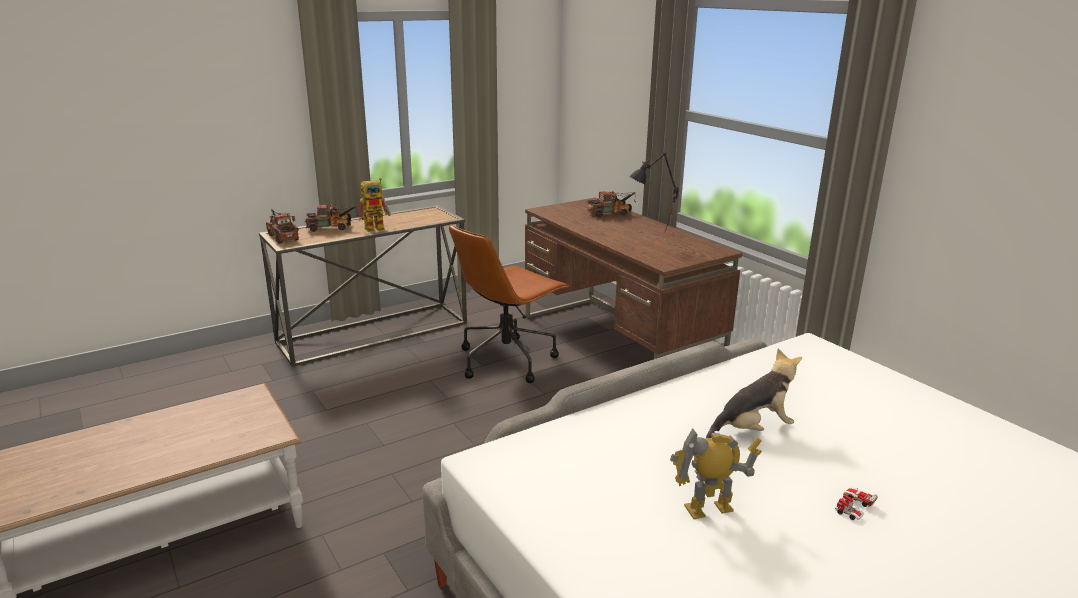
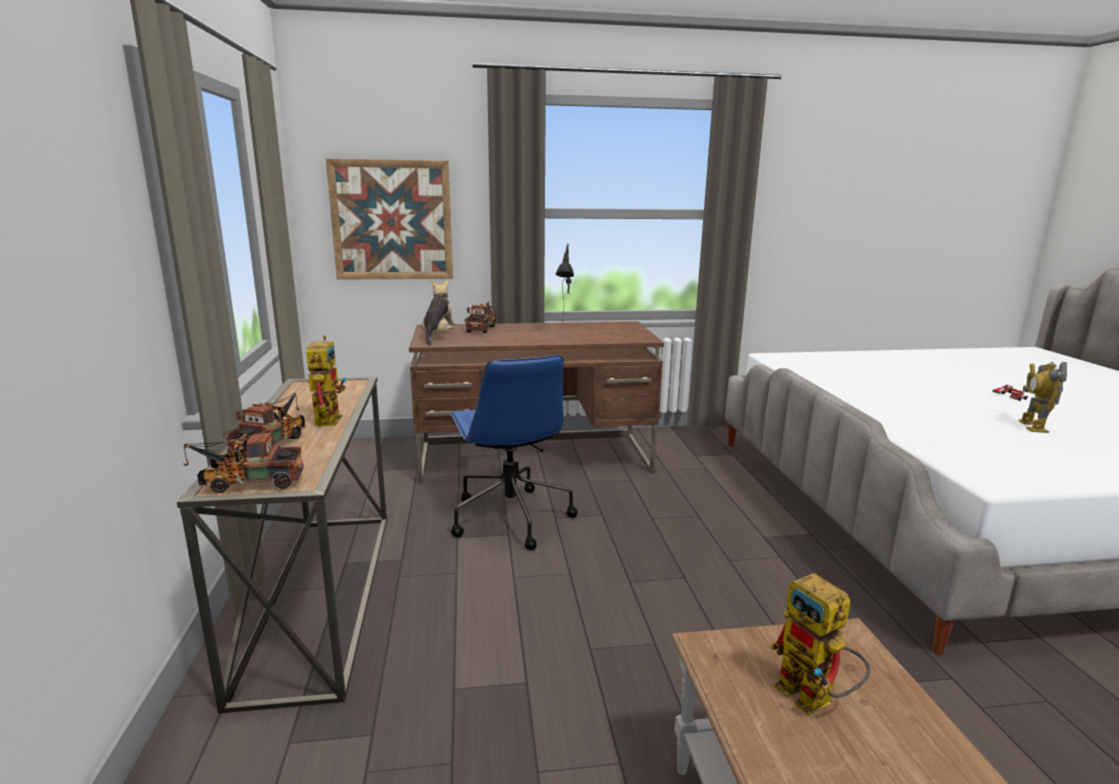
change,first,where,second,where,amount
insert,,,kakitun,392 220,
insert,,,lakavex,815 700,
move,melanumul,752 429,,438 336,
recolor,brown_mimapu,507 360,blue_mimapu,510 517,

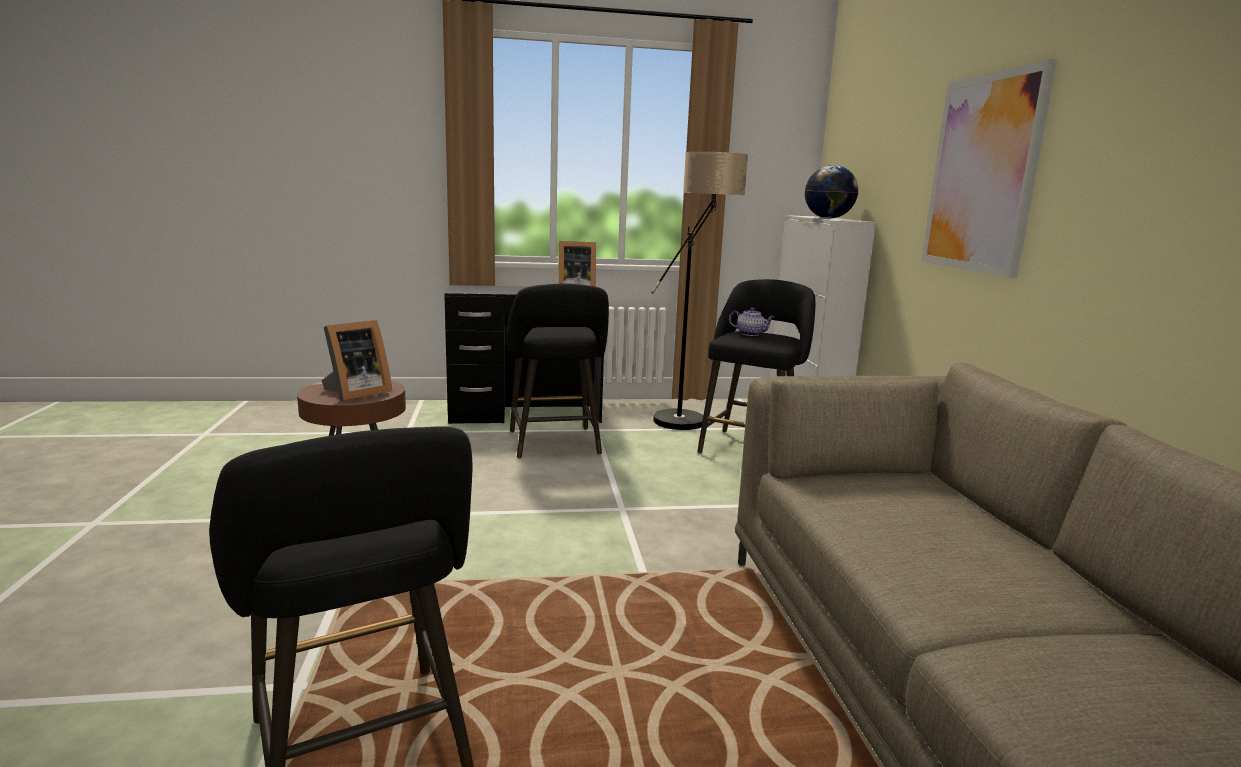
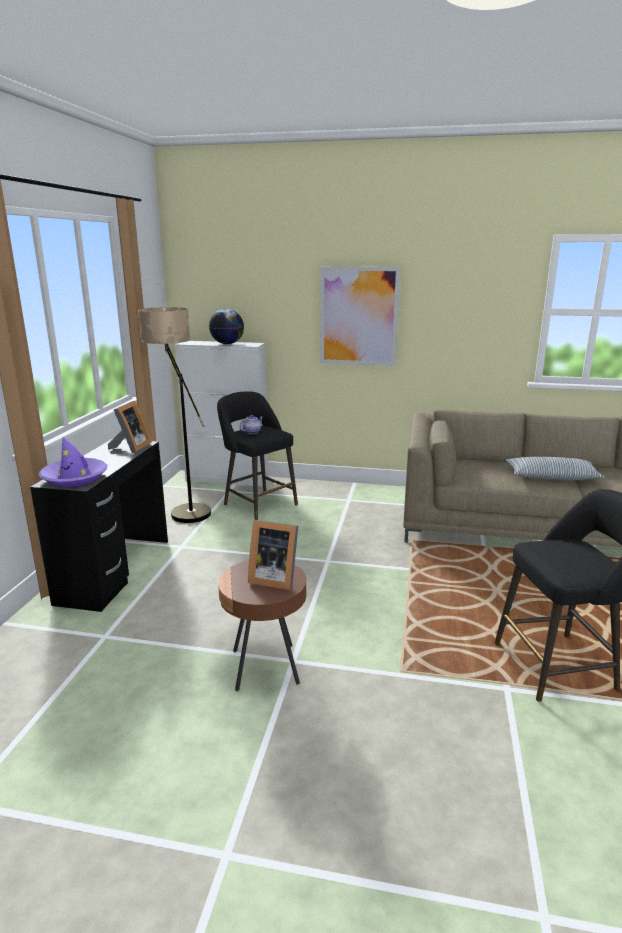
change,first,where,second,where,amount
delete,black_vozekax,555 445,,,
insert,,,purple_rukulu,75 478,
insert,,,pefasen,551 477,
rotate,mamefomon,355 393,,273 578,135 degrees clockwise

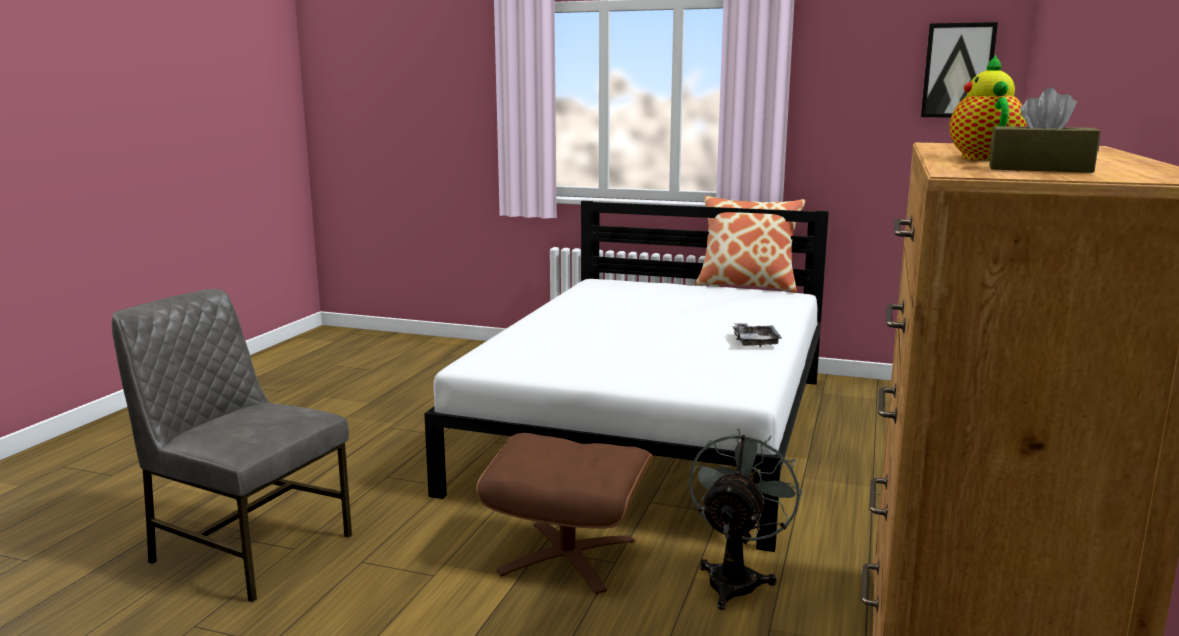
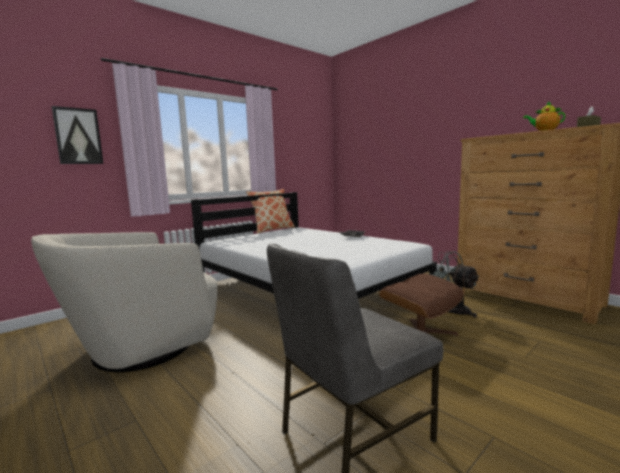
change,first,where,second,where,amount
insert,,,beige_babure,141 348,
move,kakitun,958 70,,78 136,

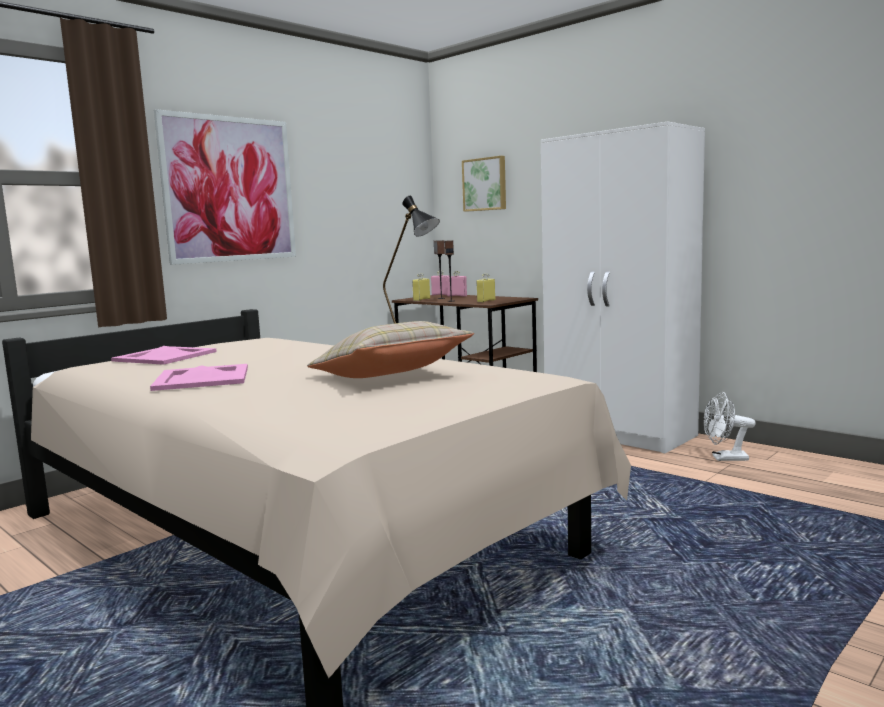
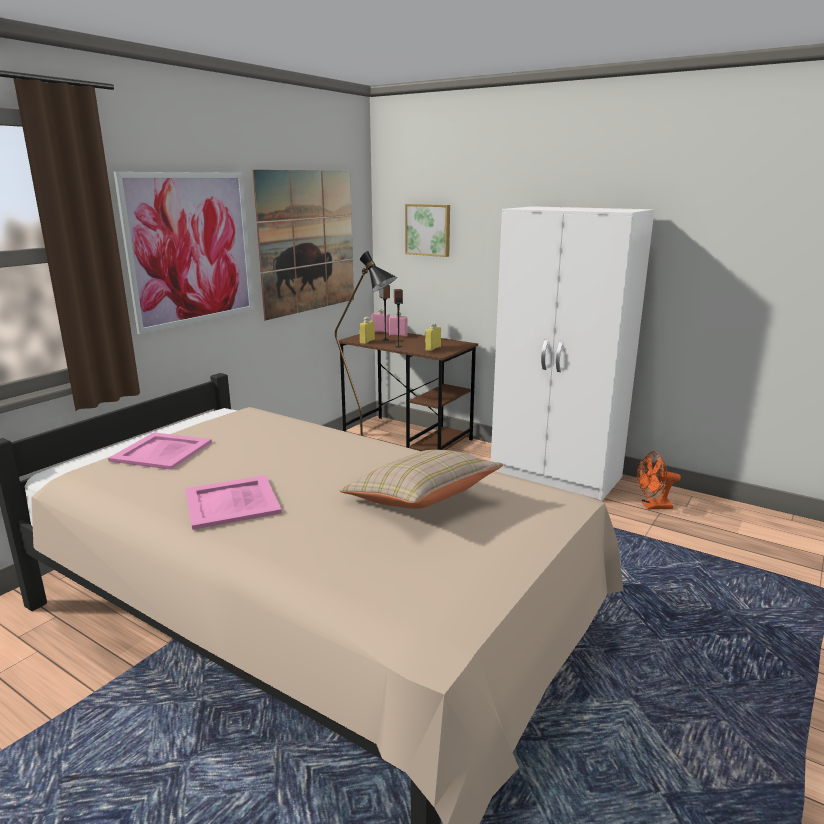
change,first,where,second,where,amount
insert,,,kakitun,307 242,
recolor,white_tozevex,724 458,orange_tozevex,652 506,

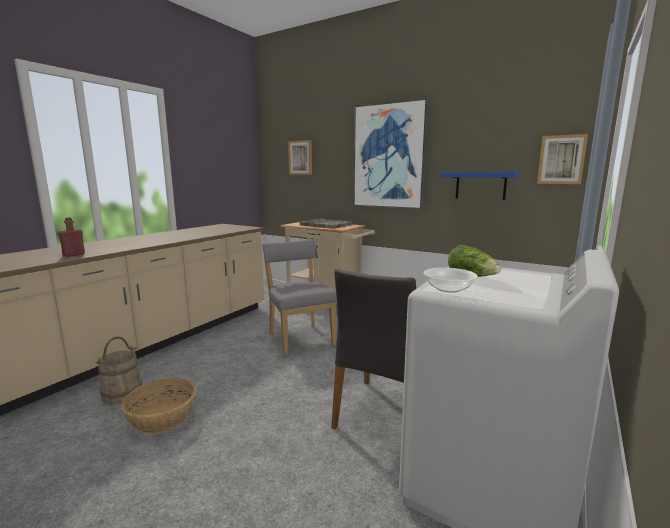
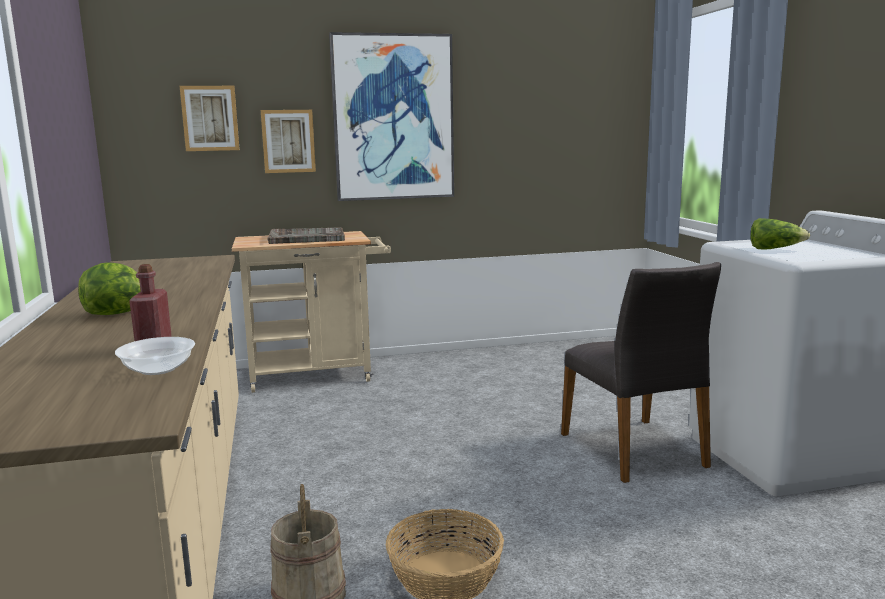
change,first,where,second,where,amount
delete,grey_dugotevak,300 338,,,
delete,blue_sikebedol,480 185,,,
insert,,,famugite,117 313,
move,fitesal,448 289,,158 369,
move,kakitun,561 159,,288 141,

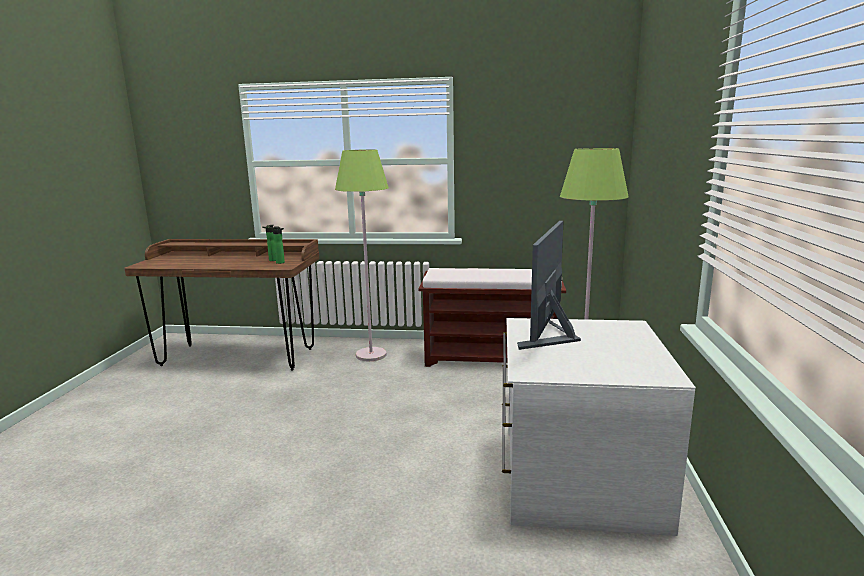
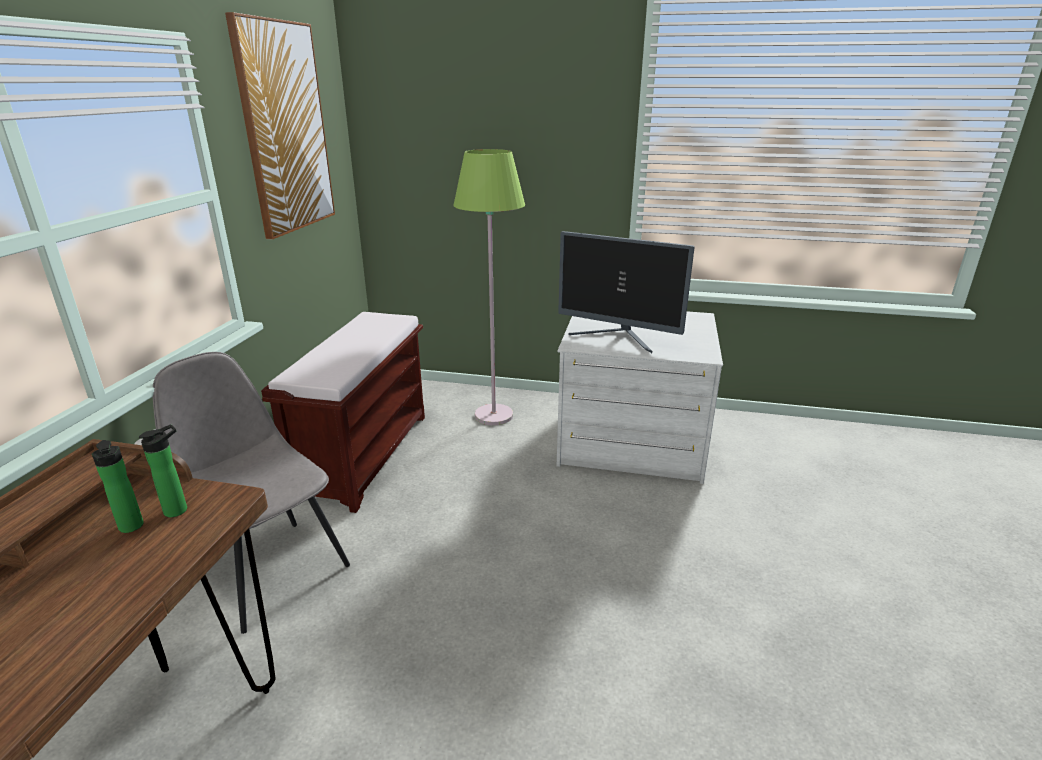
change,first,where,second,where,amount
insert,,,kakitun,285 129,
replace,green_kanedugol,371 355,grey_dugotevak,270 571,

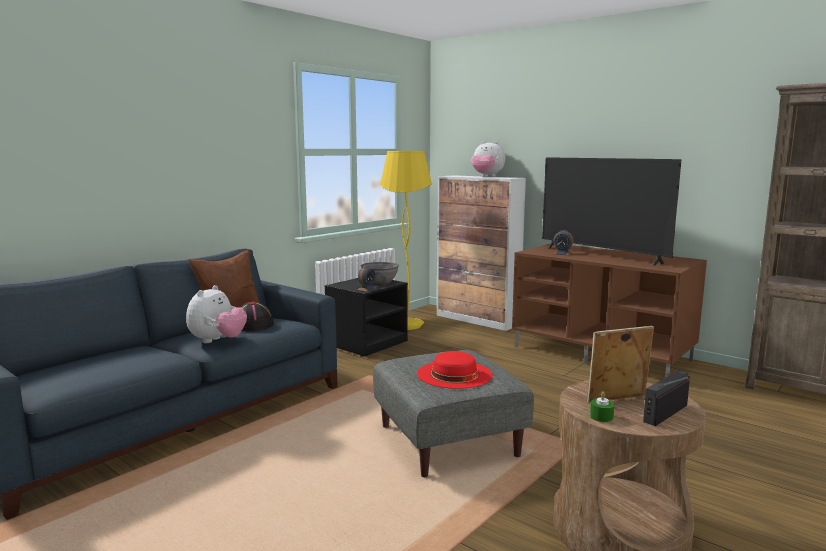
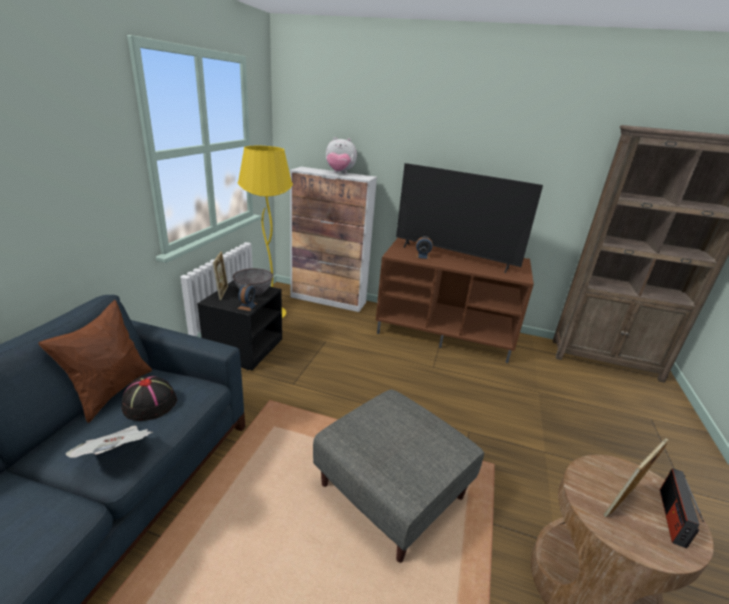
change,first,where,second,where,amount
delete,red_rukulu,454 374,,,
delete,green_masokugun,601 417,,,
insert,,,mamefomon,222 293,
replace,melanumul,217 341,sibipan,117 454,

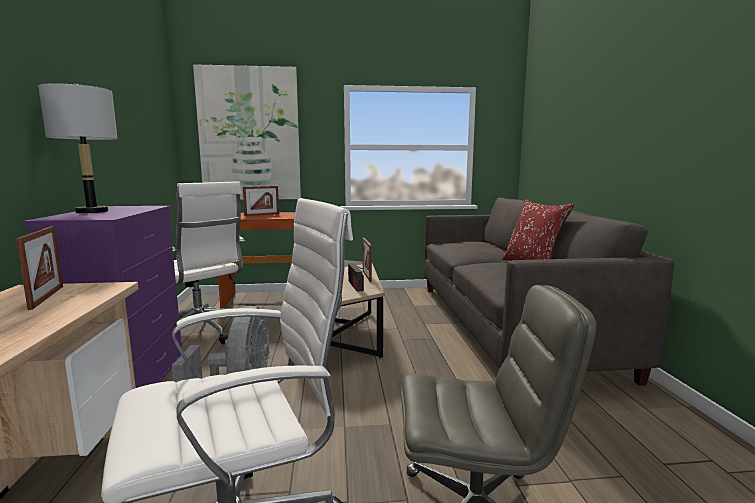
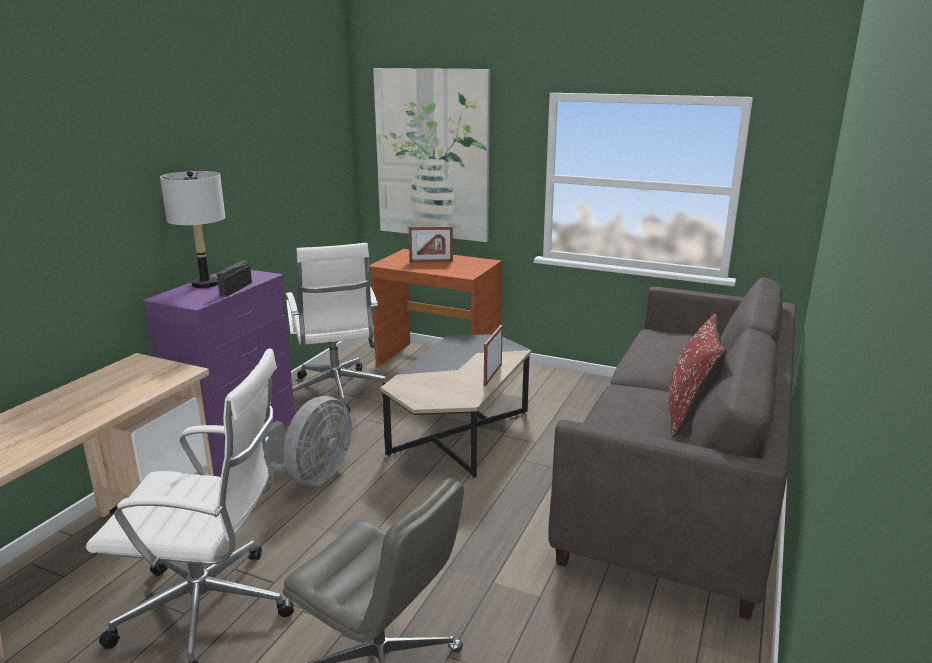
change,first,where,second,where,amount
delete,mamefomon,47 297,,,
move,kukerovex,355 286,,236 289,

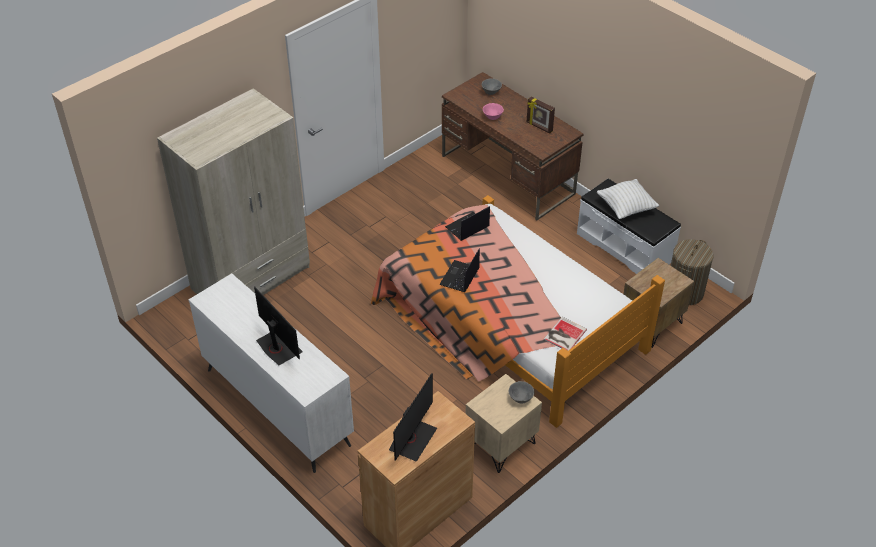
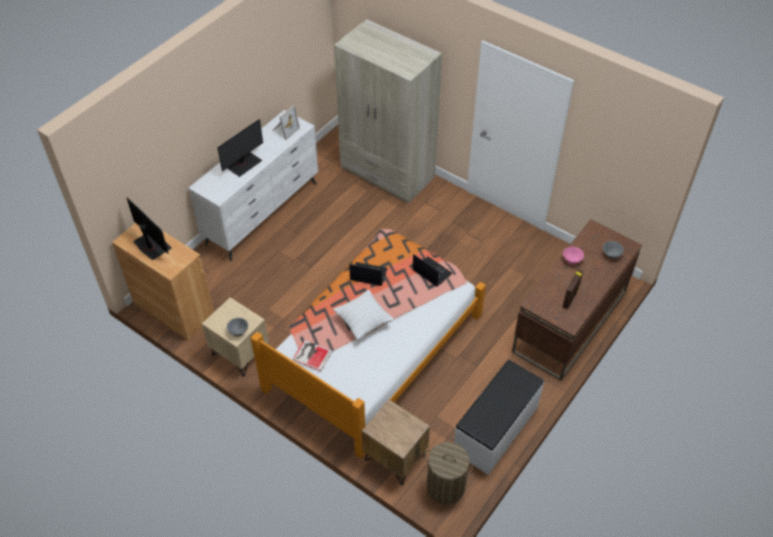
change,first,where,second,where,amount
insert,,,mamefomon,284 129,
move,white_pefasen,626 208,,363 321,
rotate,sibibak,412 439,,152 245,150 degrees counterclockwise

